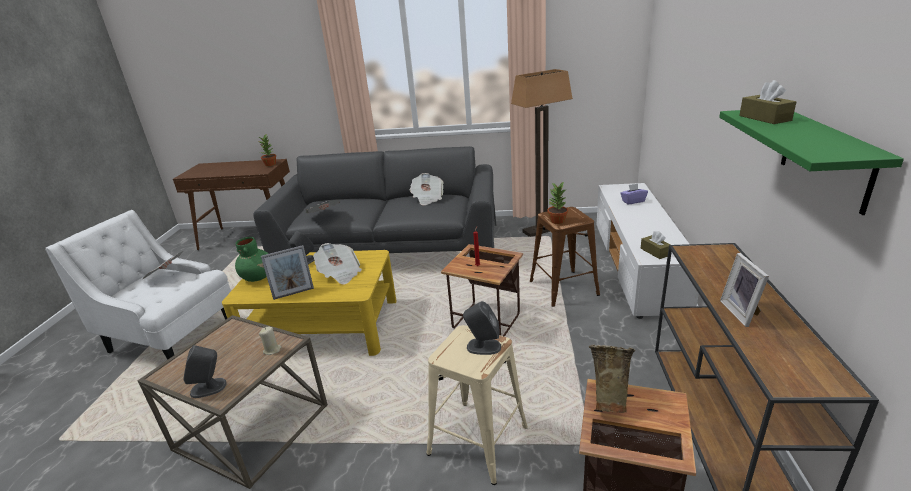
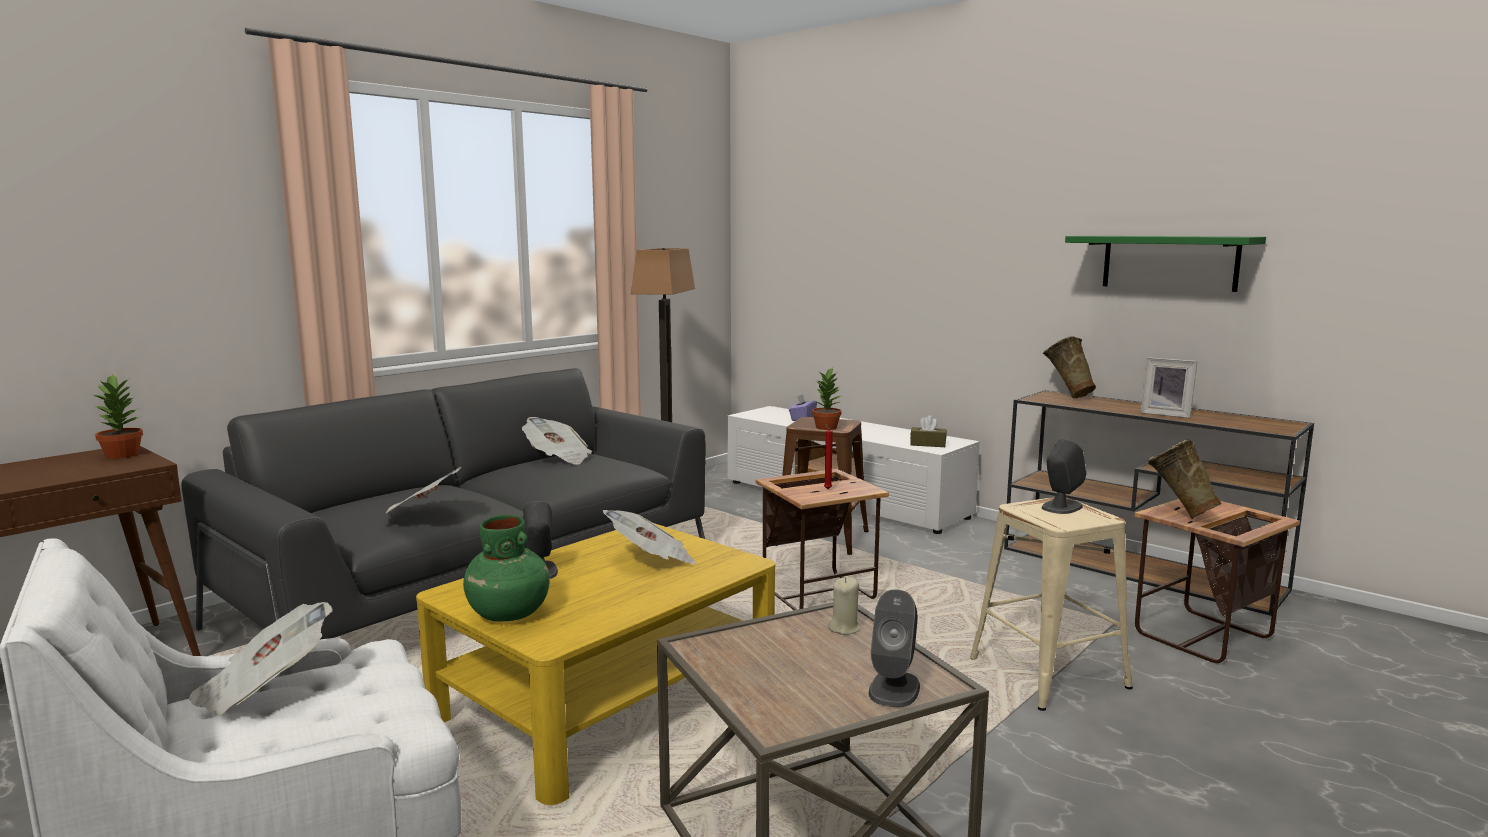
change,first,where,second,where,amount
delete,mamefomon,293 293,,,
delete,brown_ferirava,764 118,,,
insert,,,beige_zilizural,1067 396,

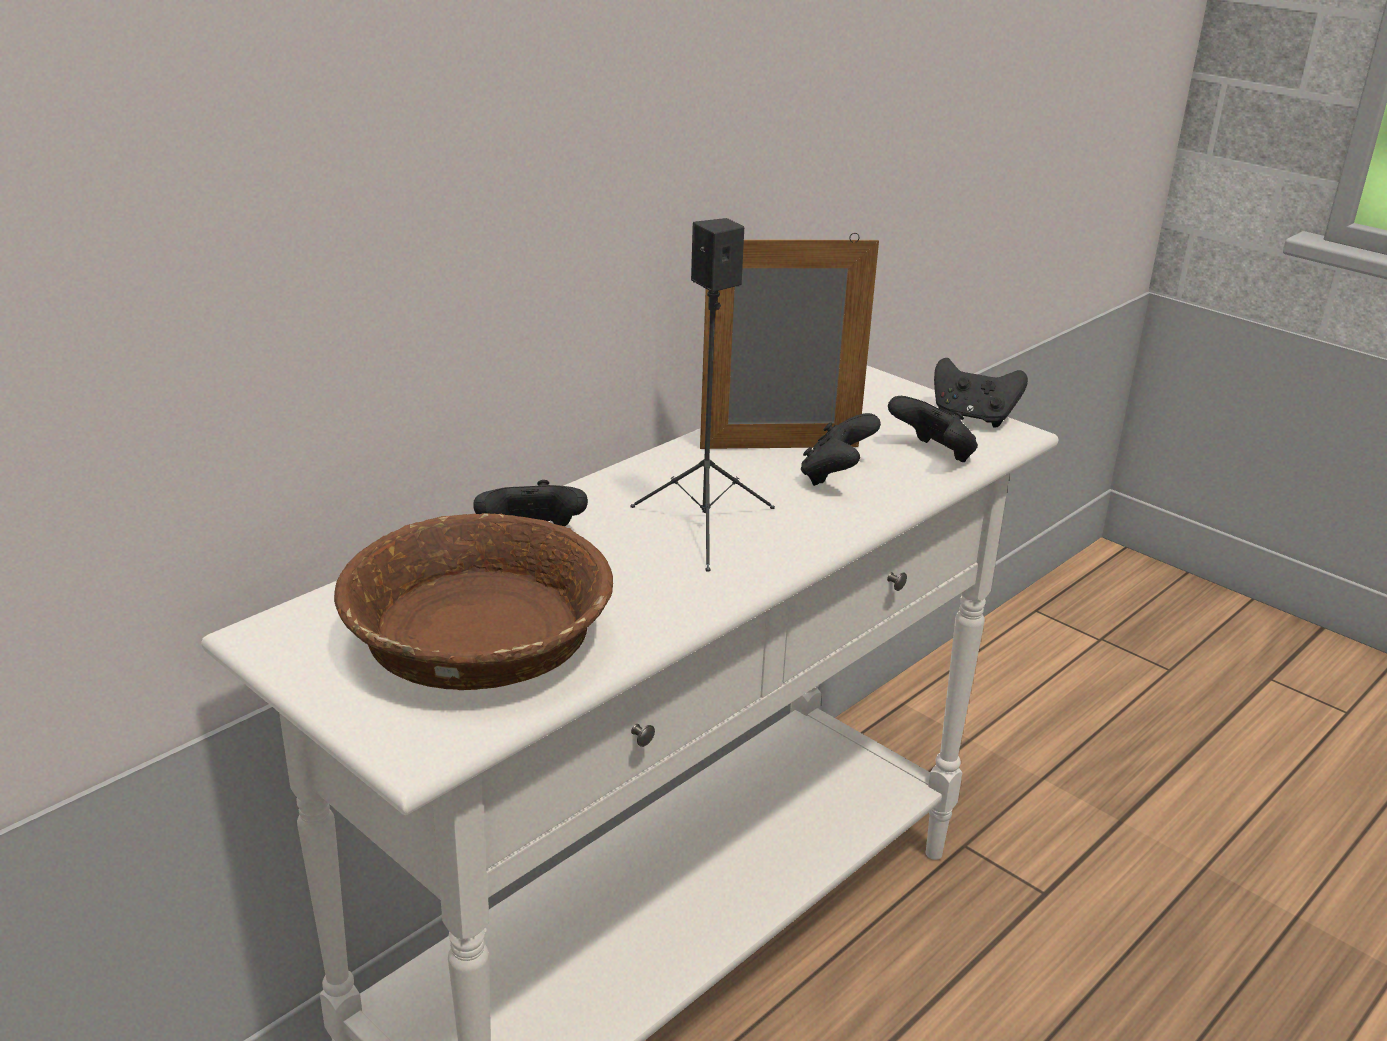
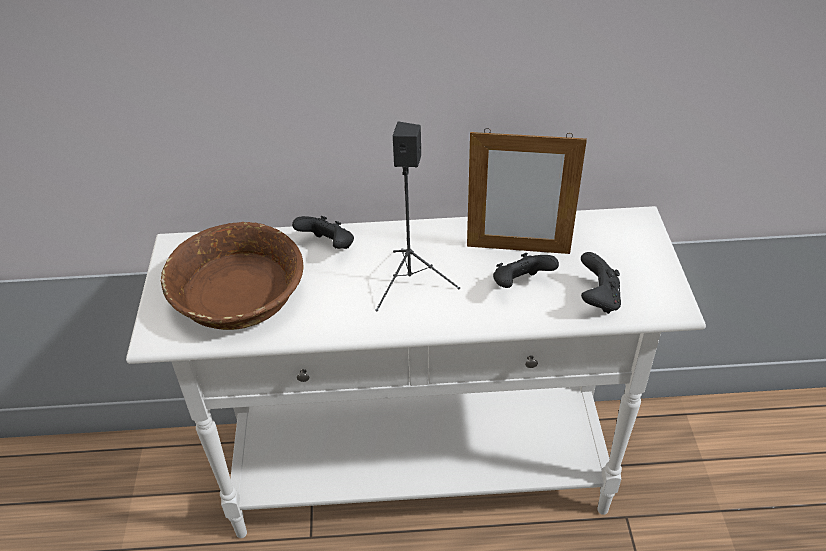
change,first,where,second,where,amount
delete,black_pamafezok,972 418,,,
rotate,mamefomon,779 447,,518 249,150 degrees clockwise

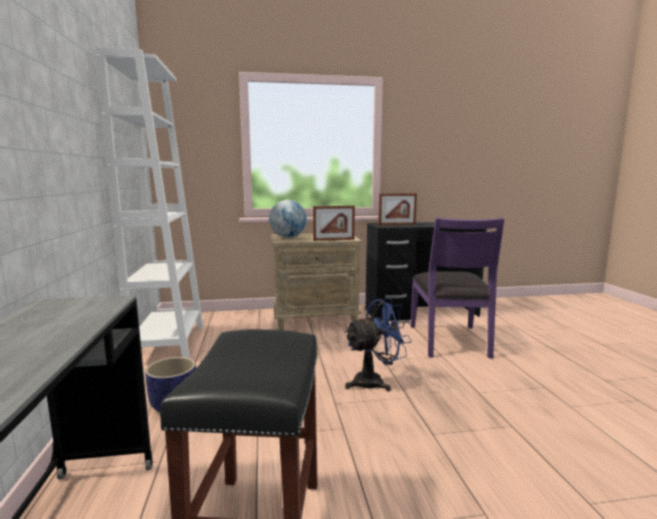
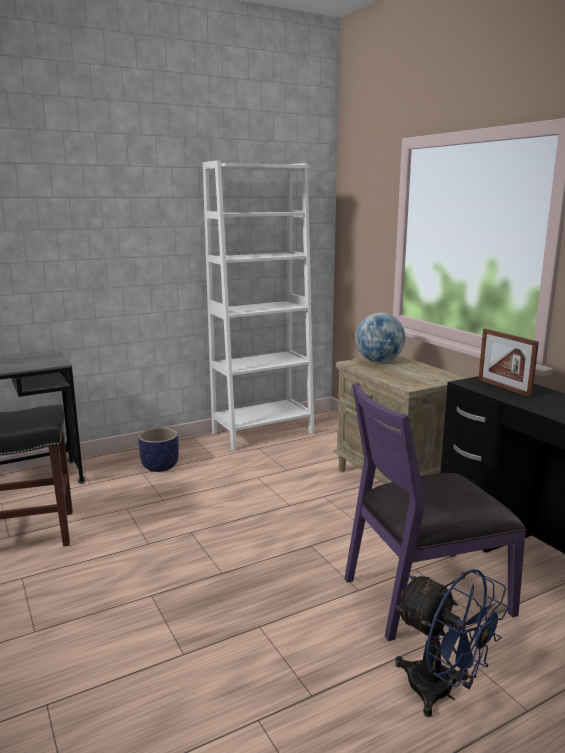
change,first,where,second,where,amount
delete,mamefomon,333 240,,,
move,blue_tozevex,375 381,,441 692,

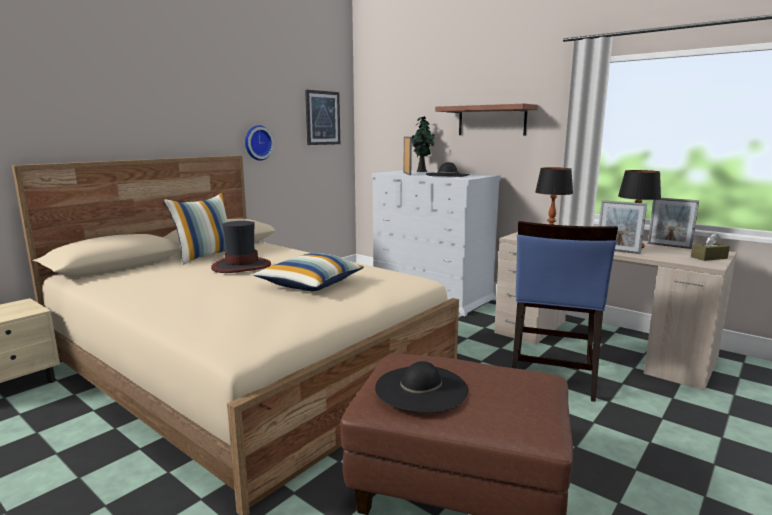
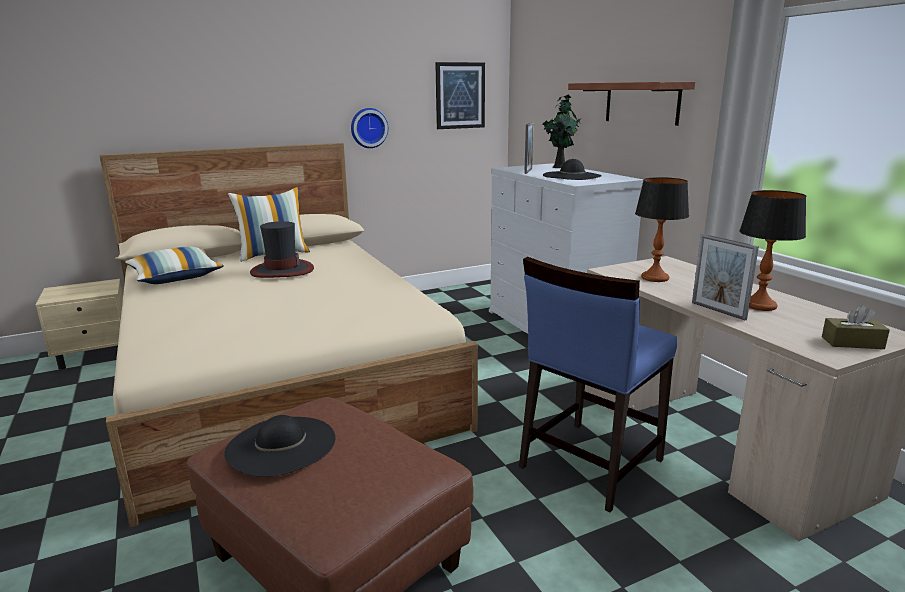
change,first,where,second,where,amount
delete,mamefomon,669 246,,,
move,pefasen,310 285,,176 278,

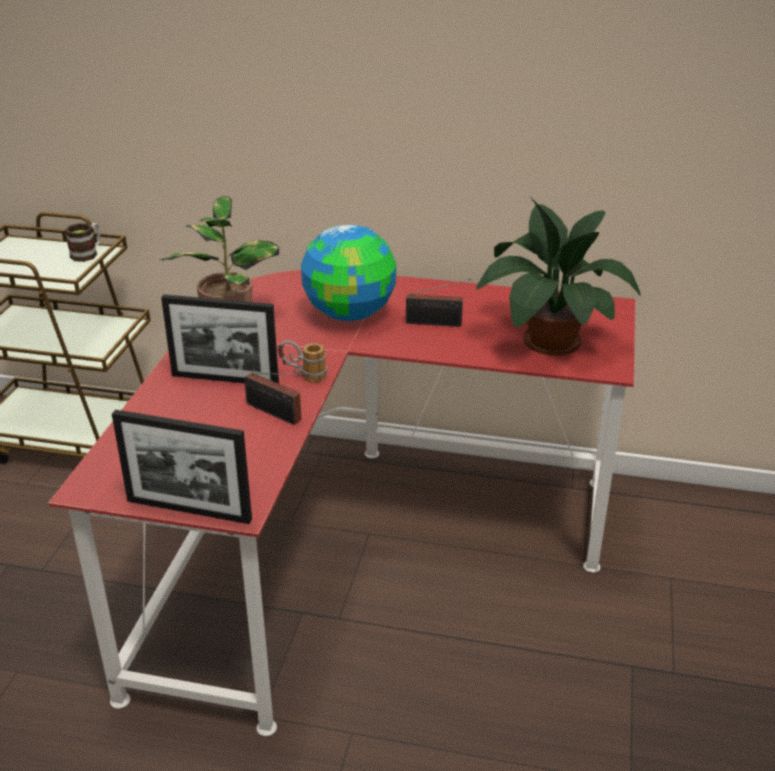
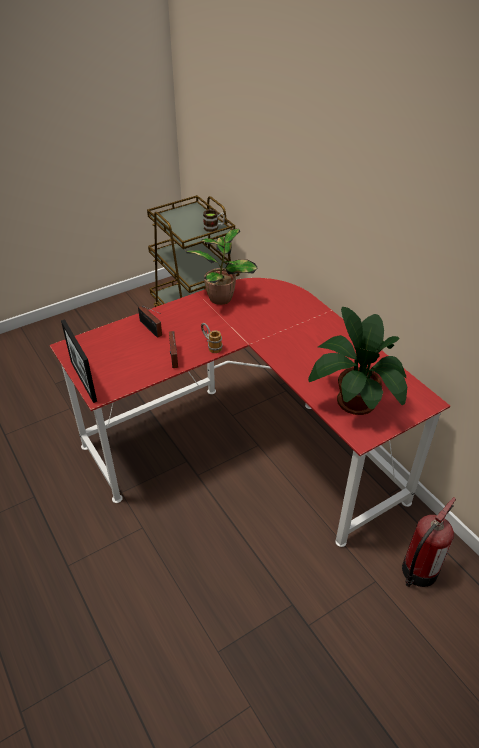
change,first,where,second,where,amount
delete,mamefomon,225 379,,,
delete,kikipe,350 314,,,
insert,,,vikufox,418 572,
move,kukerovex,437 323,,151 329,

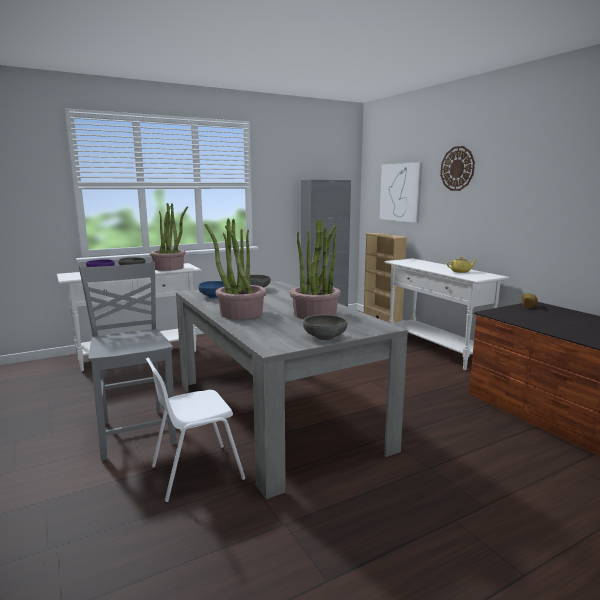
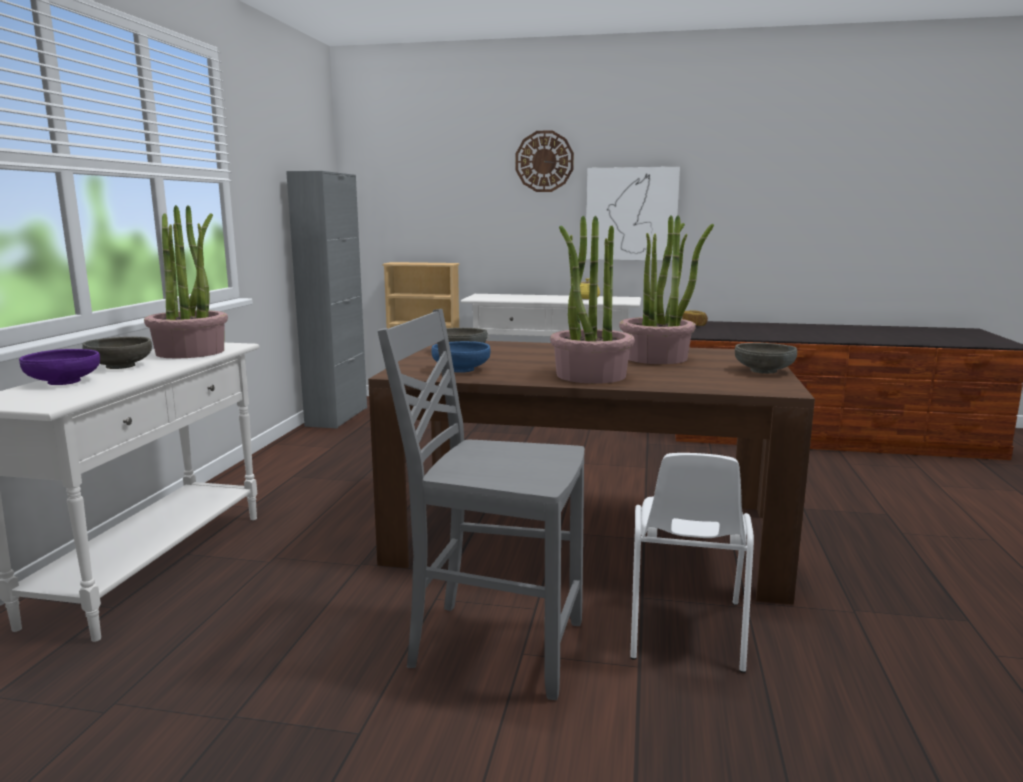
change,first,where,second,where,amount
move,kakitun,401 192,,631 214,
recolor,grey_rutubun,275 414,brown_rutubun,584 534,

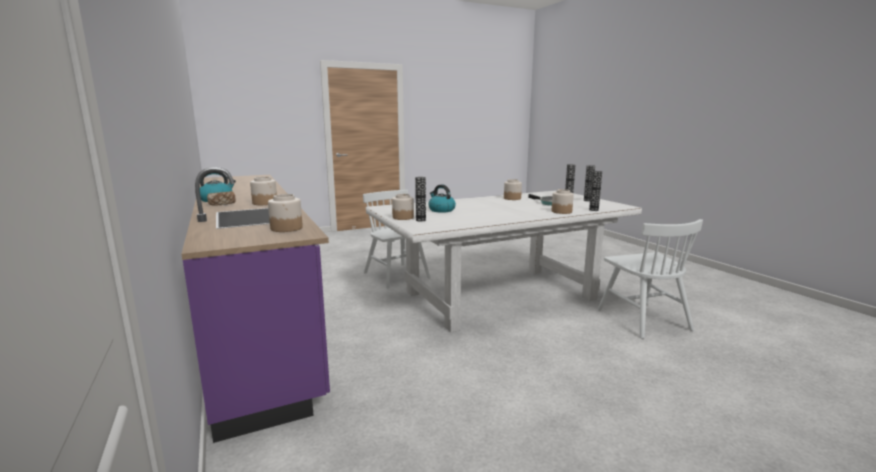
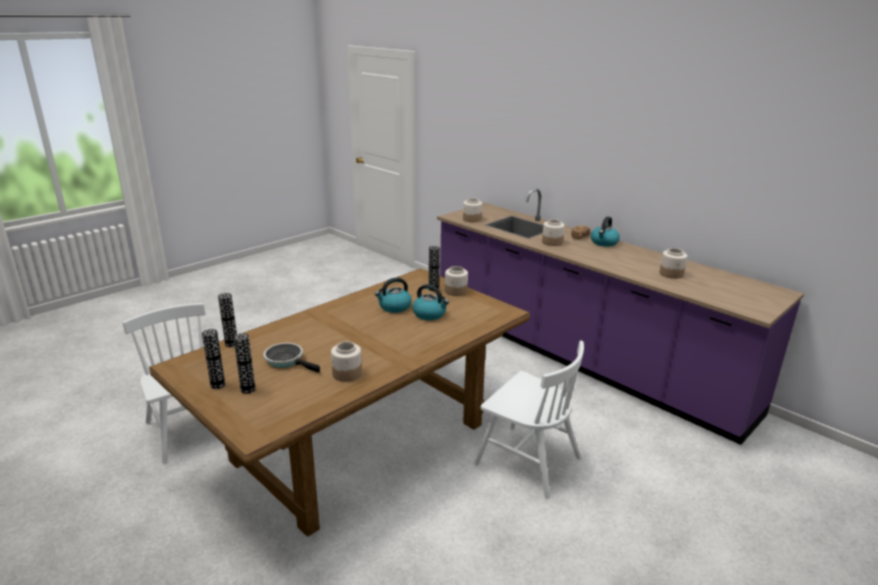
change,first,where,second,where,amount
insert,,,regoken,394 307,
move,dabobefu,561 211,,671 274,
recolor,white_rutubun,499 296,brown_rutubun,361 441,

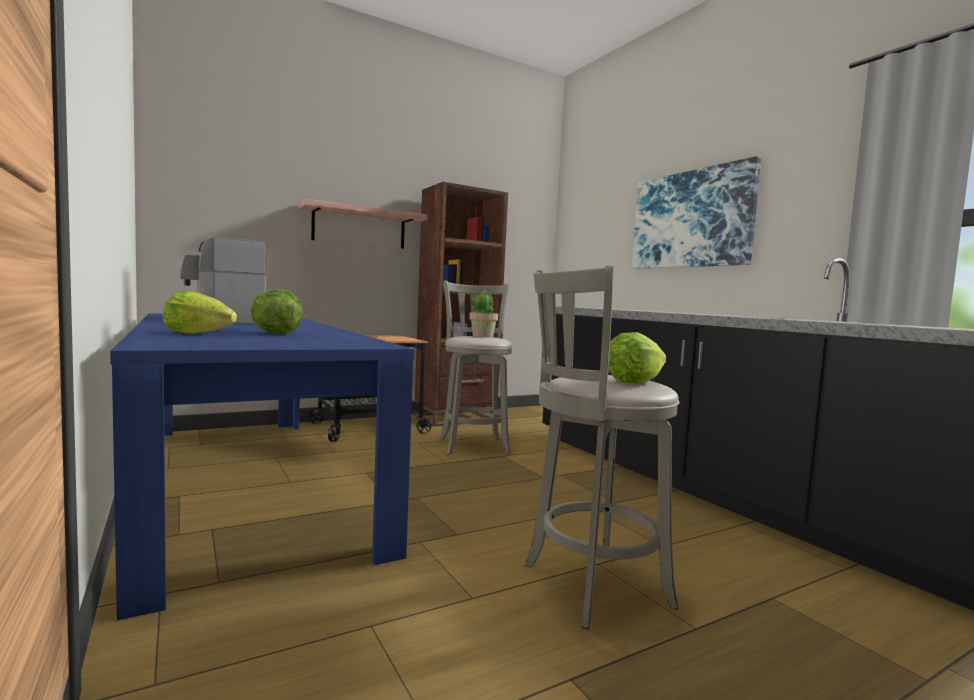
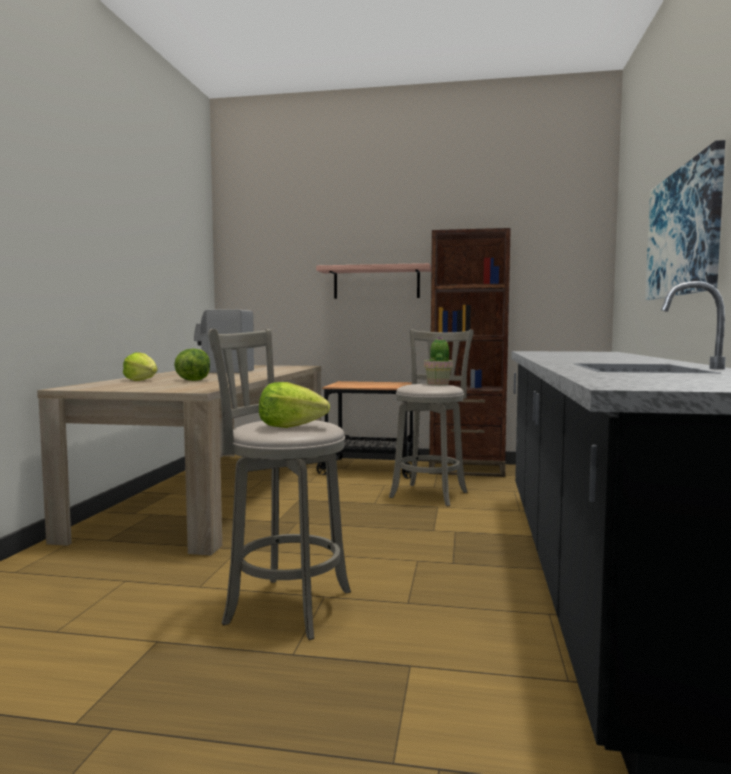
change,first,where,second,where,amount
recolor,blue_rutubun,244 480,beige_rutubun,218 491,

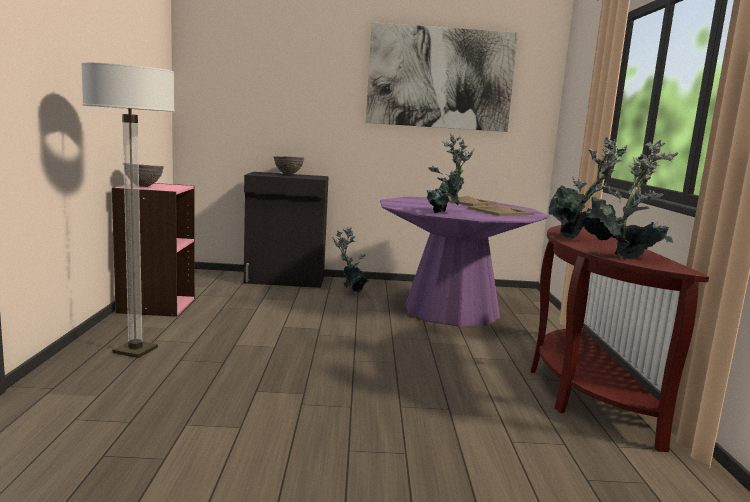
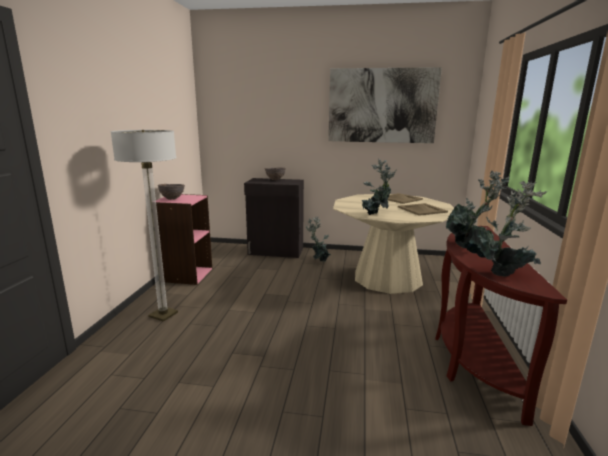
change,first,where,second,where,amount
recolor,purple_rutubun,451 310,beige_rutubun,387 278,

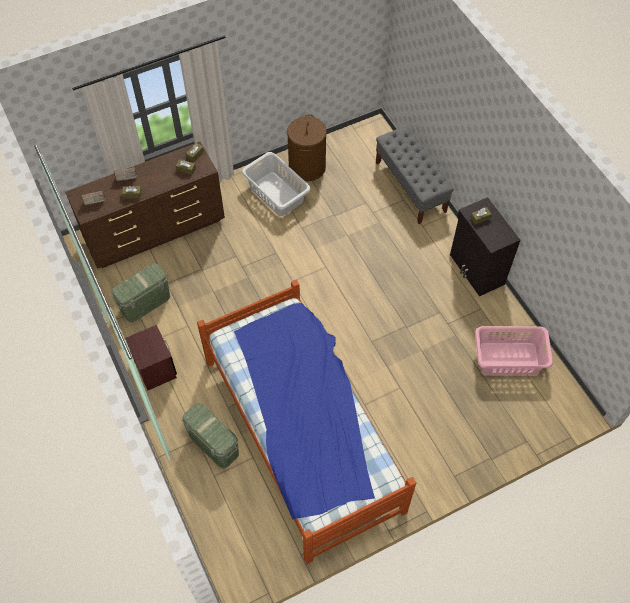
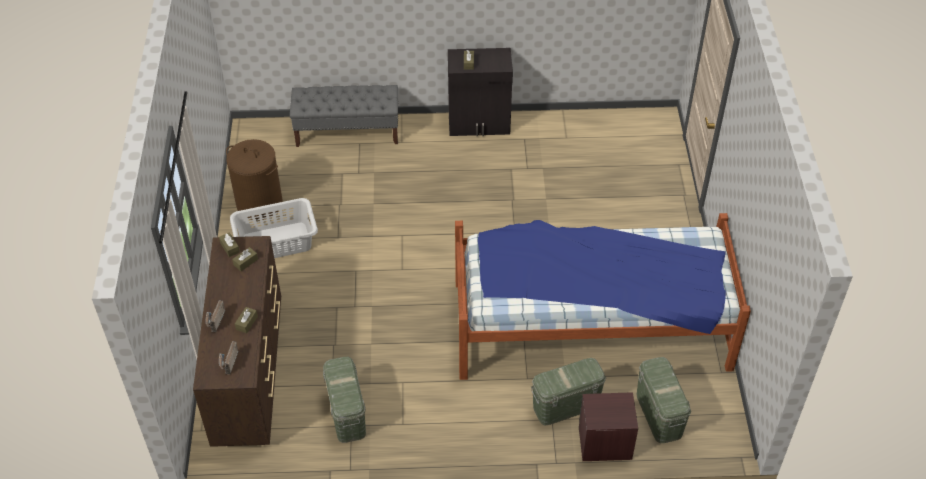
change,first,where,second,where,amount
delete,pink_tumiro,509 359,,,
insert,,,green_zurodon,659 415,
move,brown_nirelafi,155 368,,605 443,

